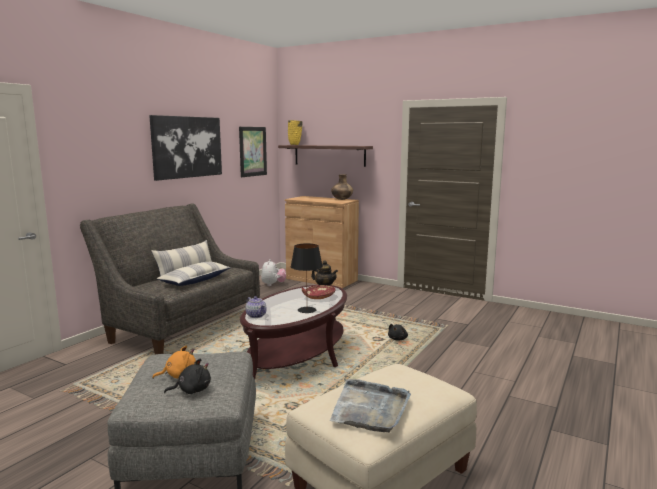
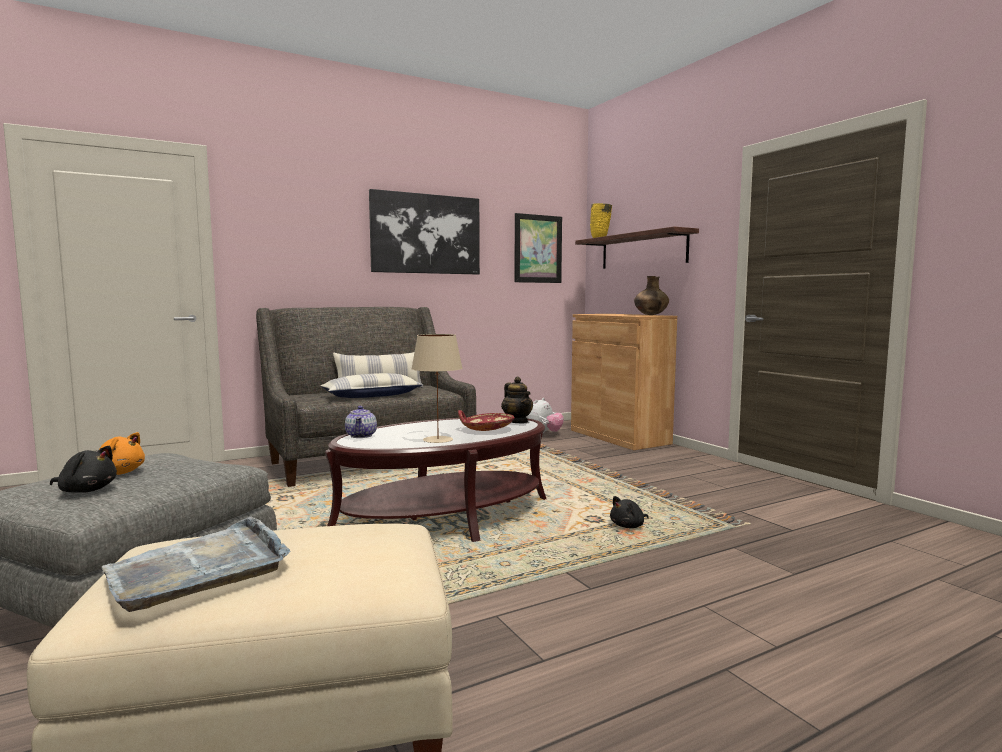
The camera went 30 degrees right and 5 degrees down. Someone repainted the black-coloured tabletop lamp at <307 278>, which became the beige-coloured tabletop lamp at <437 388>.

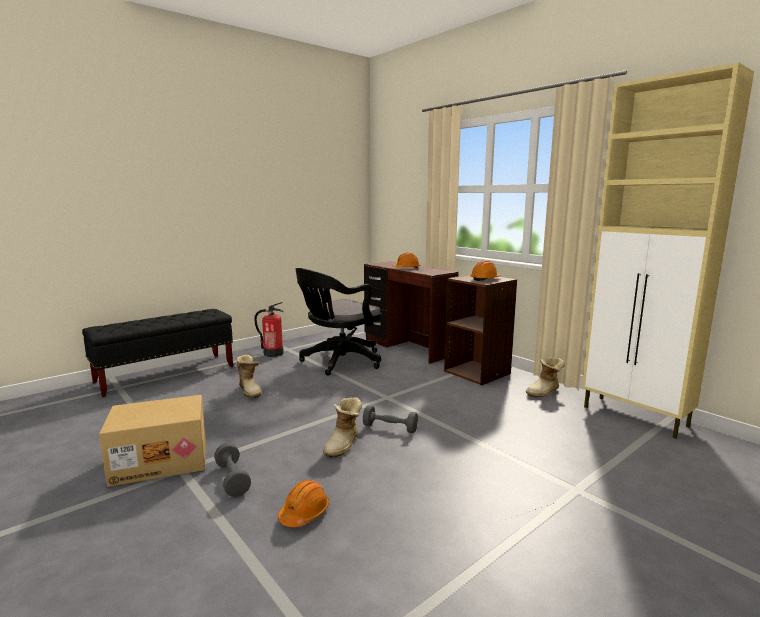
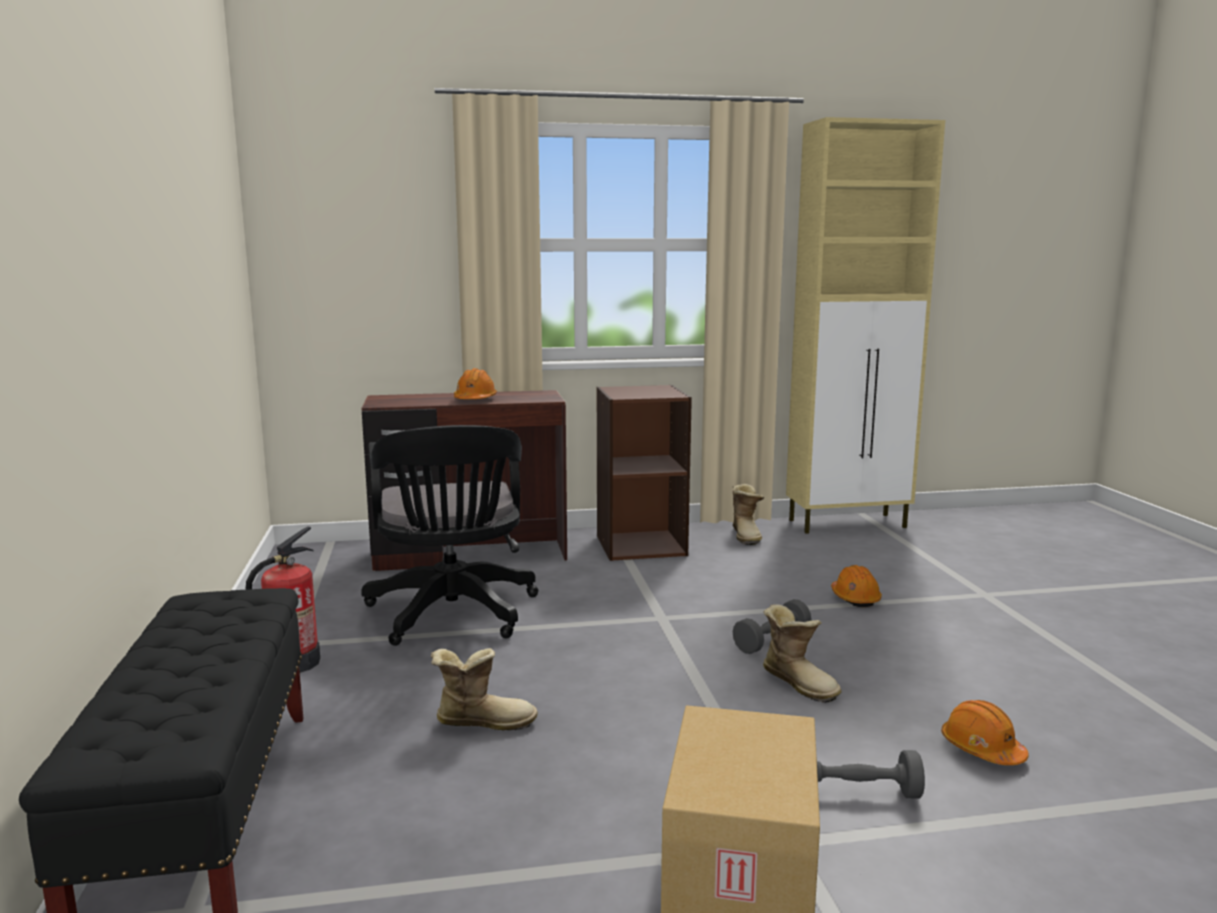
The camera went 60 degrees left and 0 degrees up. Someone carried the orangey work helmet from <485 271> to <856 586>.

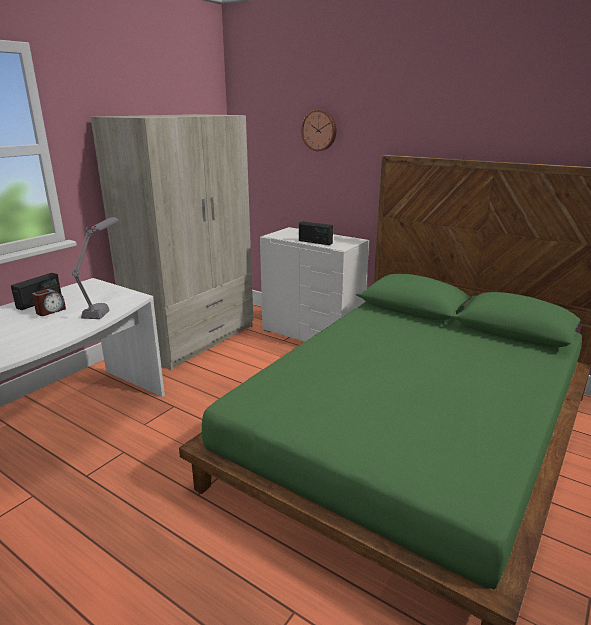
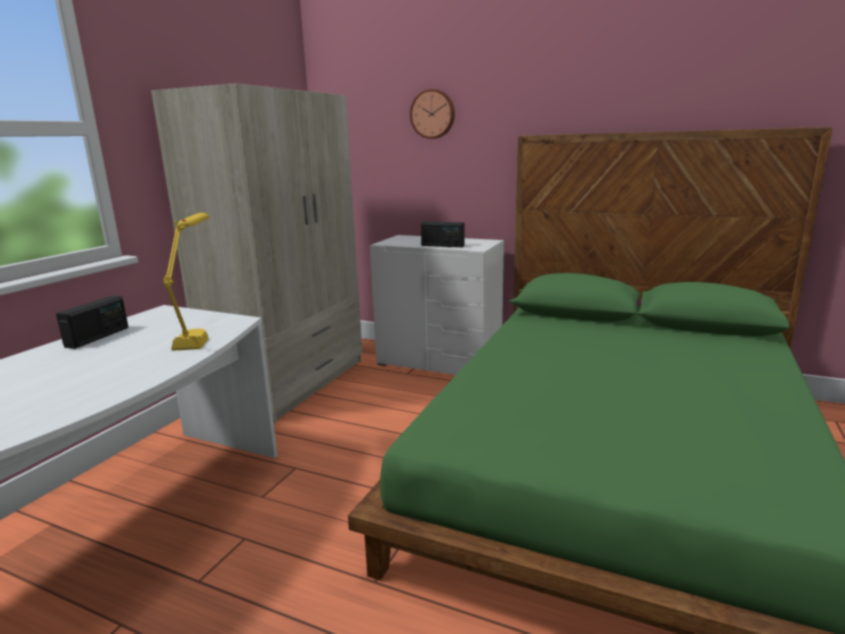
The camera went 10 degrees left and 5 degrees down. Someone took away the table clock at <49 302>. Someone repainted the greyish tabletop lamp at <95 268>, which became the yellow tabletop lamp at <187 282>.

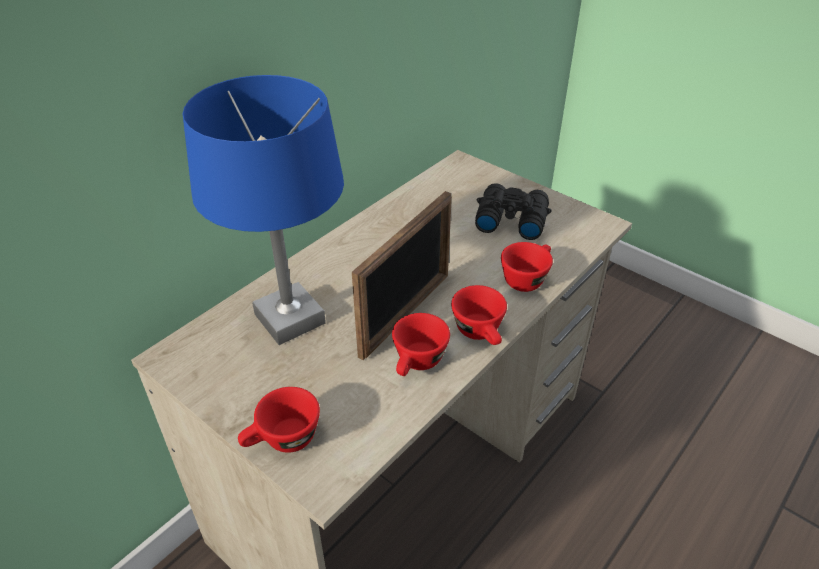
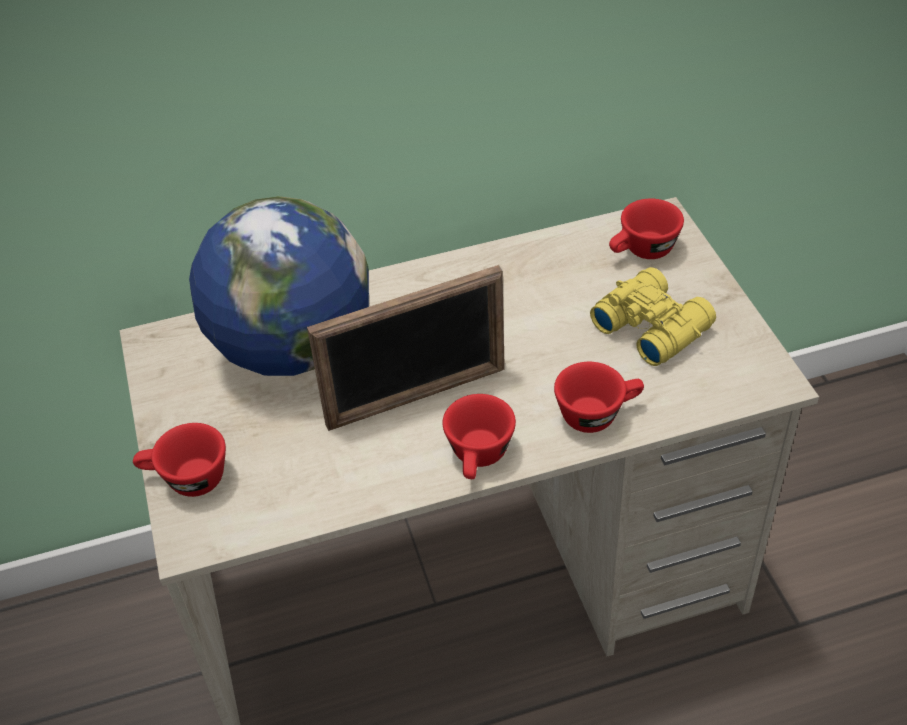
The camera went 35 degrees right and 5 degrees up. Someone swapped the bluish tabletop lamp at <263 210> for the globe at <279 286>. Someone carried the red drinking cup from <421 344> to <646 228>. Someone repainted the black-coloured field glasses at <513 211>, which became the yellow field glasses at <653 316>.

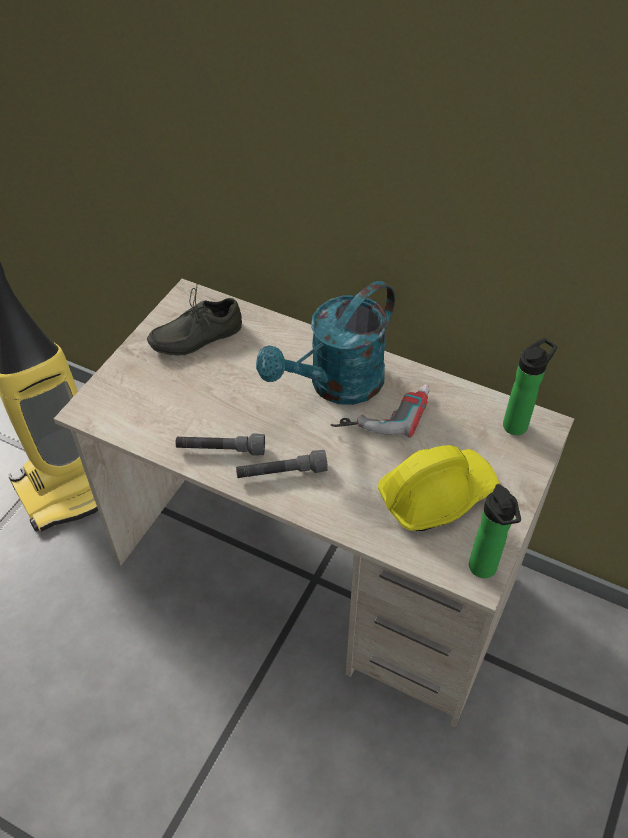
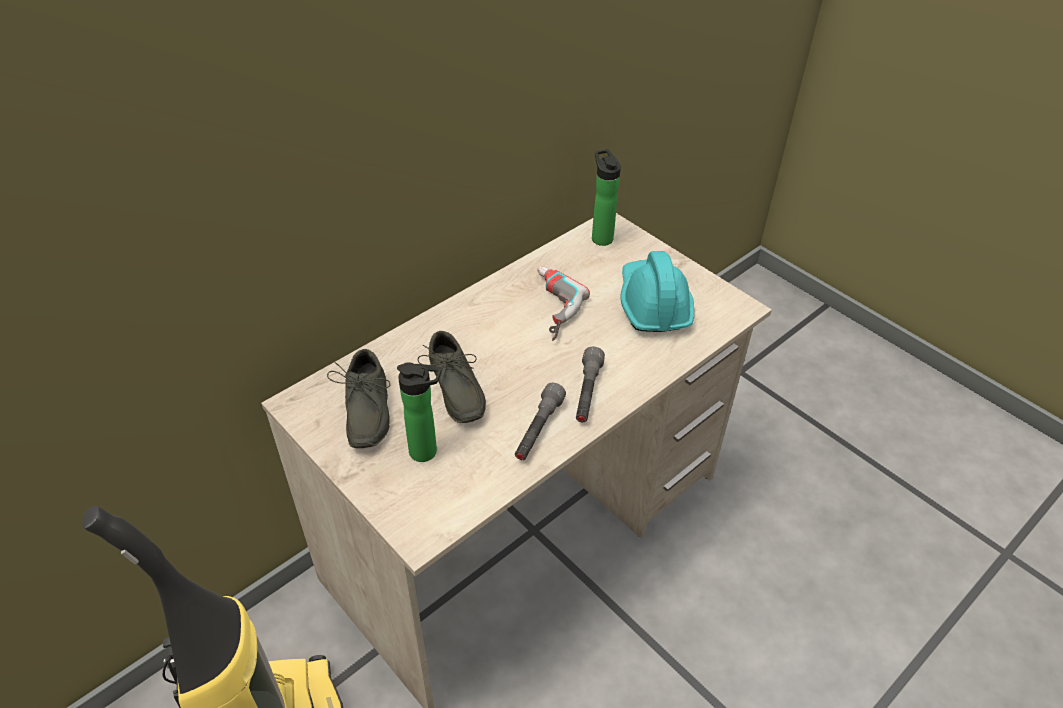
The camera went 70 degrees left and 5 degrees down. Someone took away the turquoise watering pot at <325 343>. Someone repainted the yellow work helmet at <439 488>, which became the turquoise work helmet at <657 291>. Someone carried the beverage bottle from <495 531> to <419 412>. Someone put down the greyish item of footwear at <452 377>.

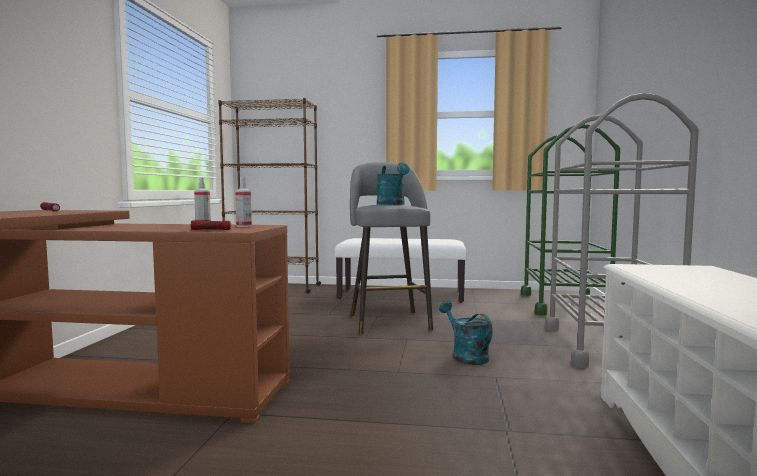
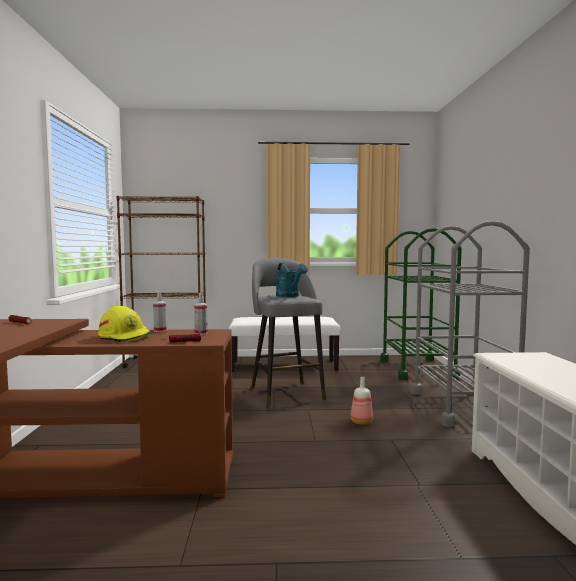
The camera went 10 degrees left and 0 degrees up. Someone swapped the turquoise watering pot at <466 333> for the beverage bottle at <361 401>. Someone put down the yellow work helmet at <124 324>.

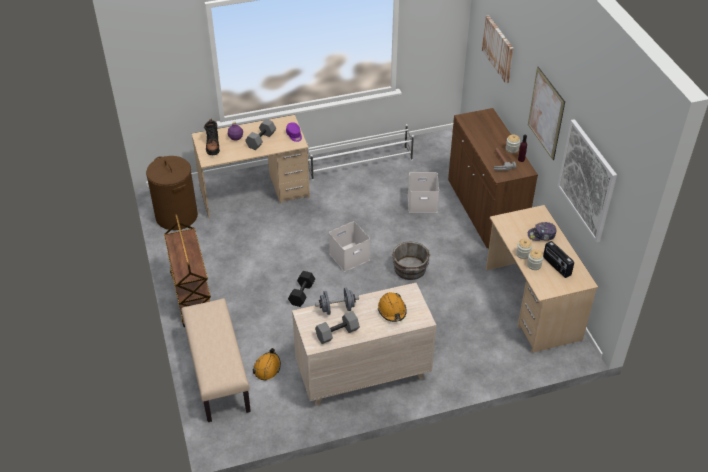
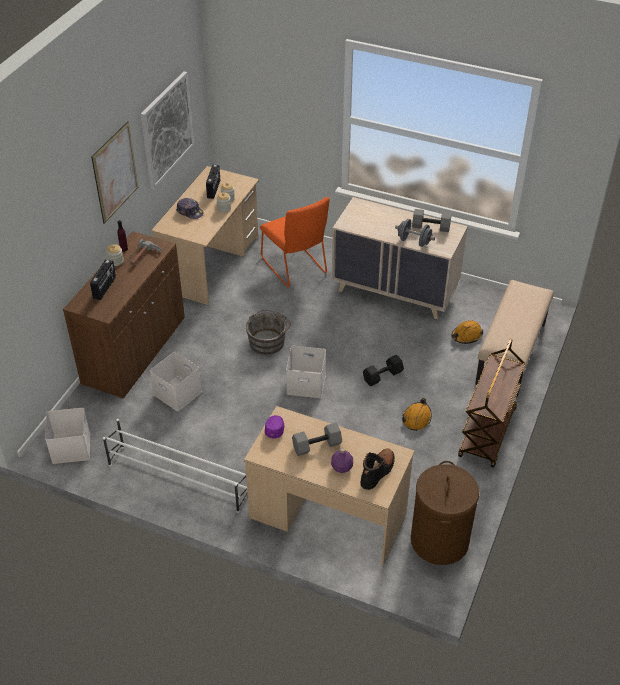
The camera went 140 degrees left and 0 degrees up. Someone carried the orangey work helmet from <392 307> to <417 414>. Someone took away the picture at <498 49>. Someone put down the white-coloured storage box at <67 436>. Someone put down the radio set at <103 279>. Someone put down the orangey upright chair at <295 242>.

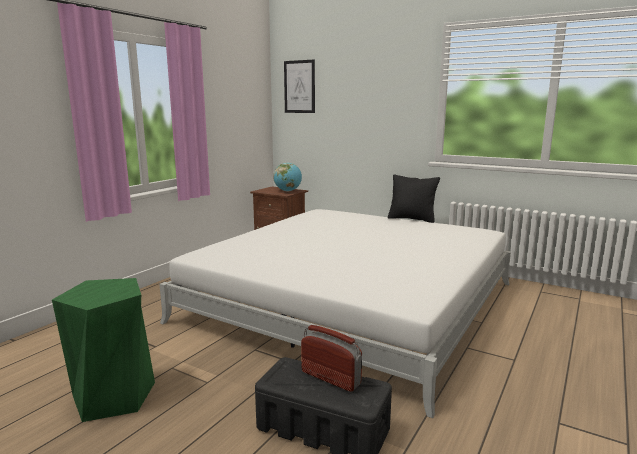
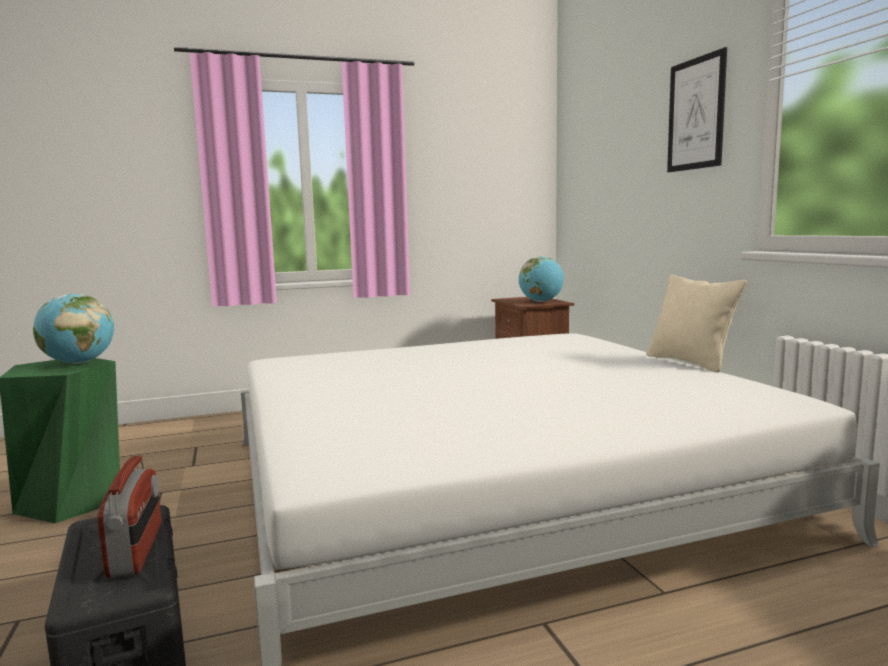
The camera went 40 degrees right and 5 degrees down. Someone carried the picture from <299 86> to <697 109>. Someone repainted the black-coloured pillow at <414 198>, which became the beige-coloured pillow at <697 323>. Someone put down the globe at <73 329>.

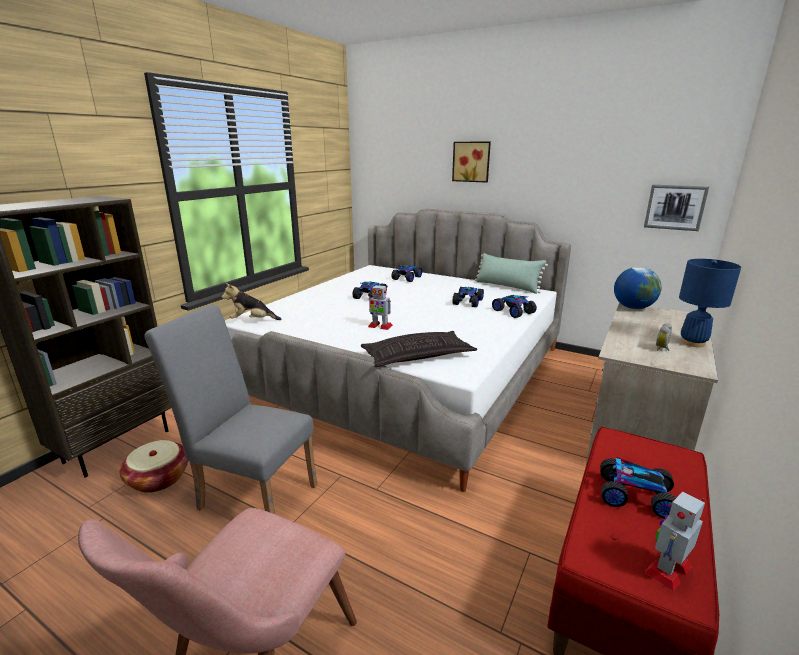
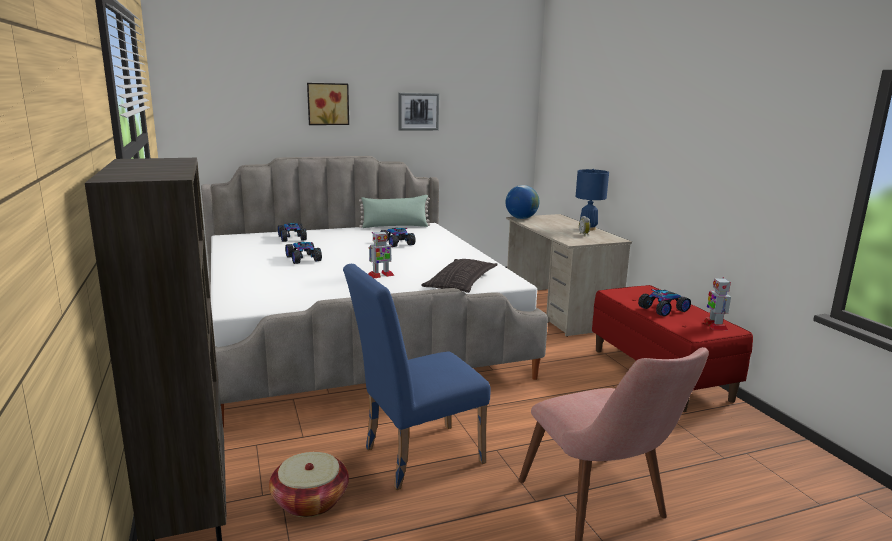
The camera went 50 degrees left and 5 degrees down. Someone repainted the greyish upright chair at <231 409>, which became the bluish upright chair at <416 377>. Someone took away the cuddly toy at <252 301>. Someone took away the miniature car at <514 306>. Someone carried the picture from <676 208> to <418 112>.

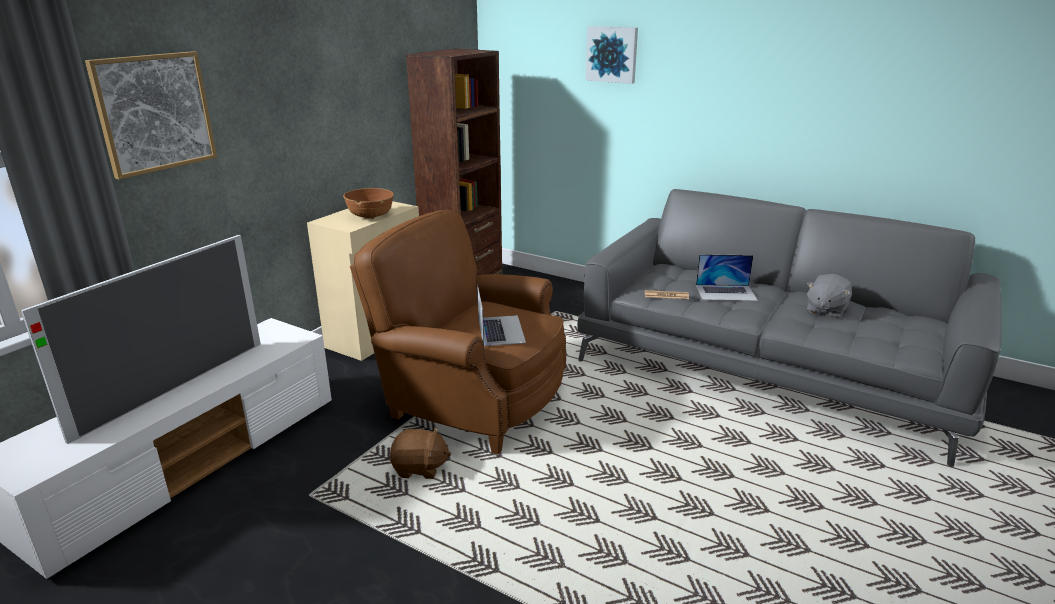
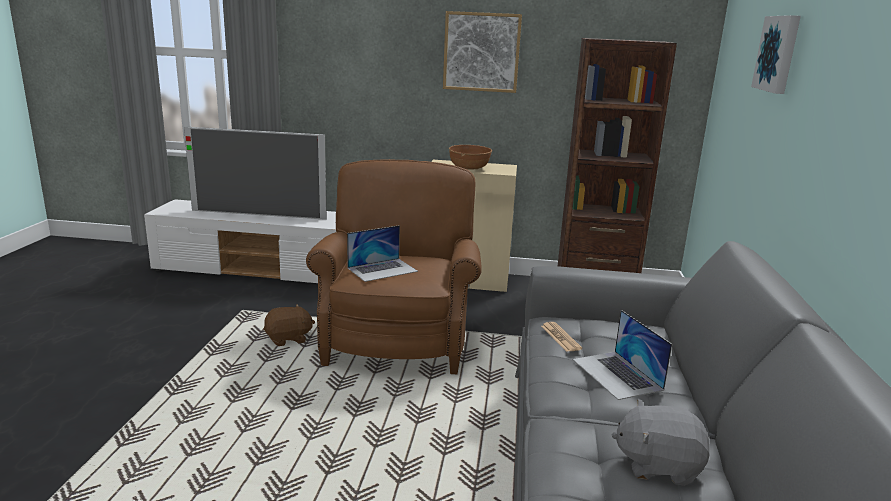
The camera went 65 degrees right and 5 degrees down. Someone carried the picture from <151 115> to <482 52>. Someone rotated the brownish cuddly toy at <420 453> by 90 degrees counterclockwise.

